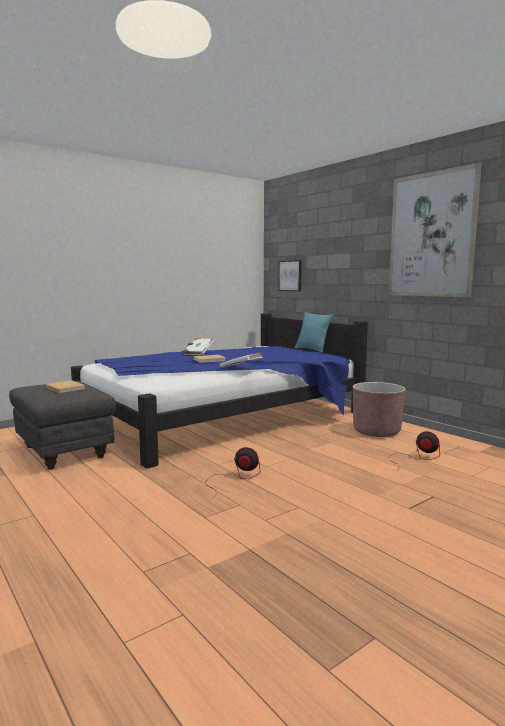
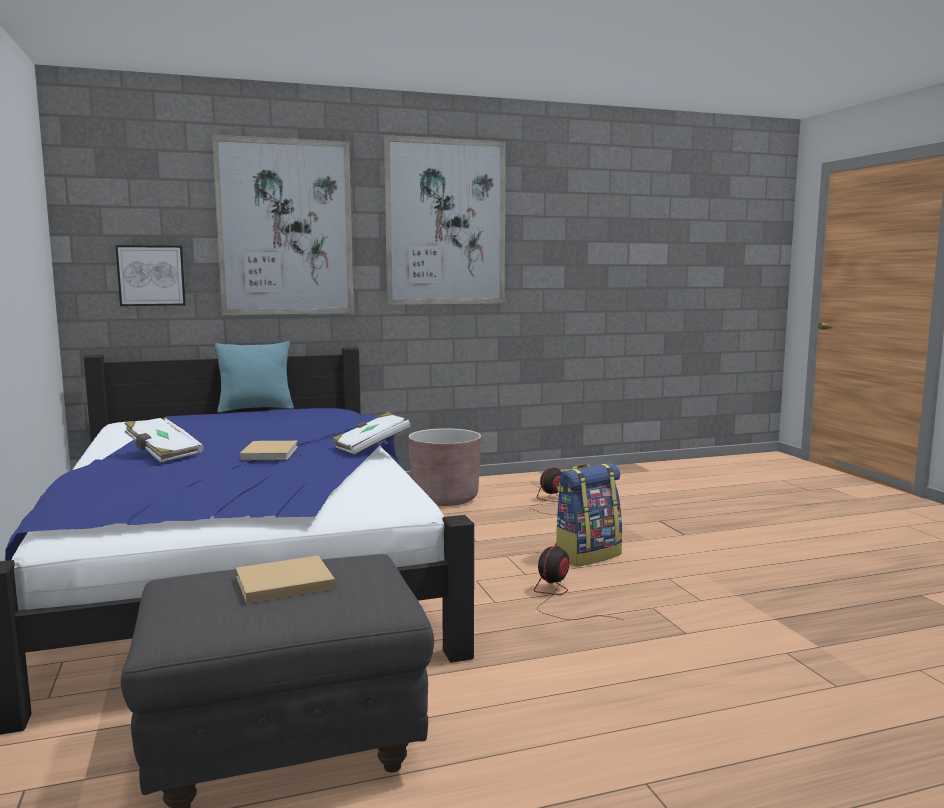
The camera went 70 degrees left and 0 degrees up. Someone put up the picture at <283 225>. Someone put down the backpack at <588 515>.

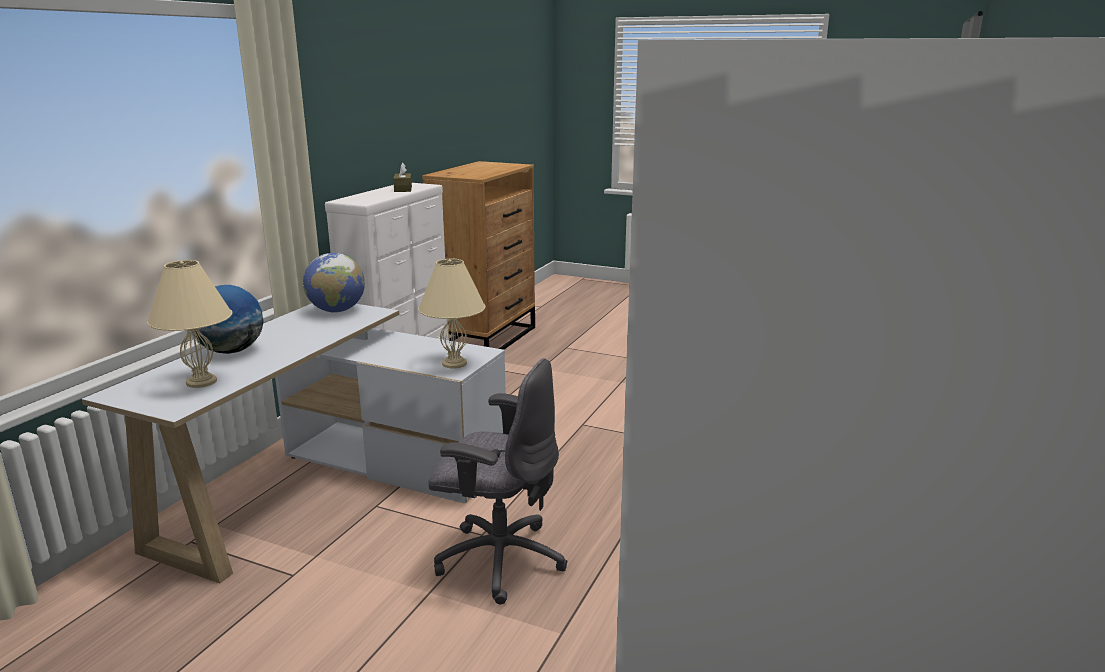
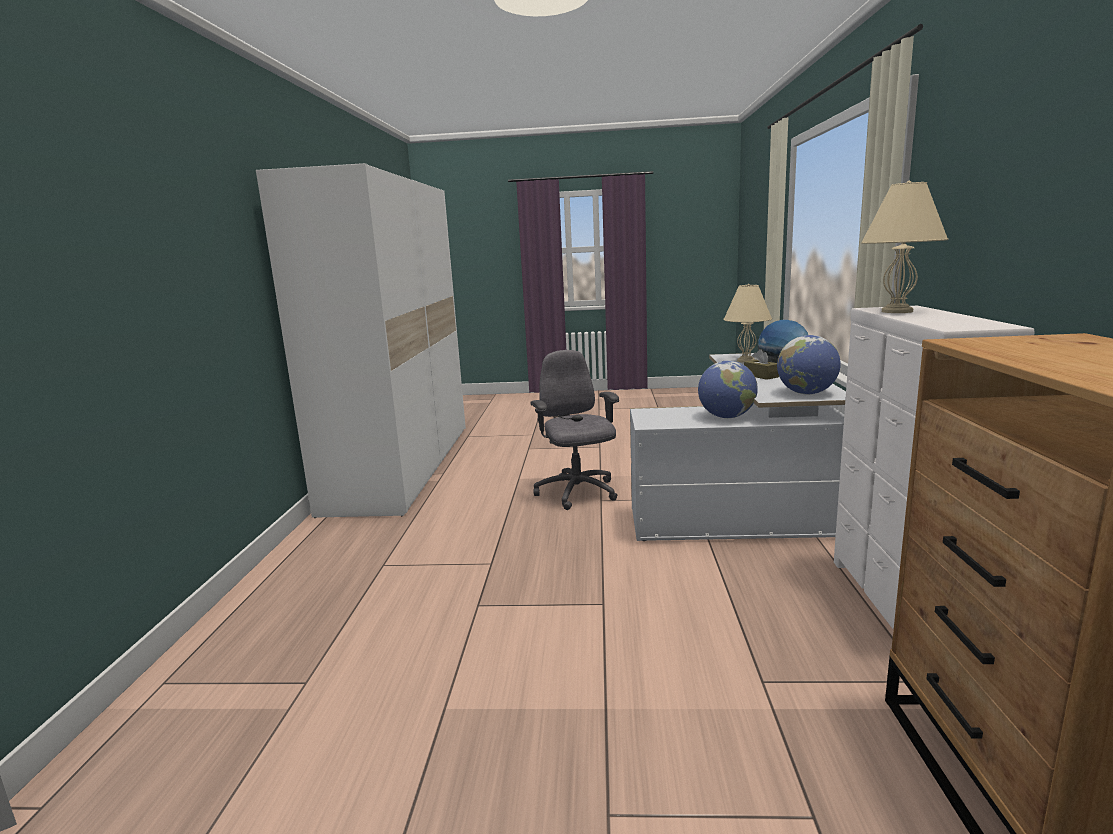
The camera went 160 degrees right and 5 degrees down. Someone carried the brownish tissue box from <402 177> to <761 365>. Someone carried the beige-coloured tabletop lamp from <451 314> to <905 247>. Someone rotated the greyish desk chair at <497 481> by 75 degrees clockwise. Someone put down the globe at <728 389>.

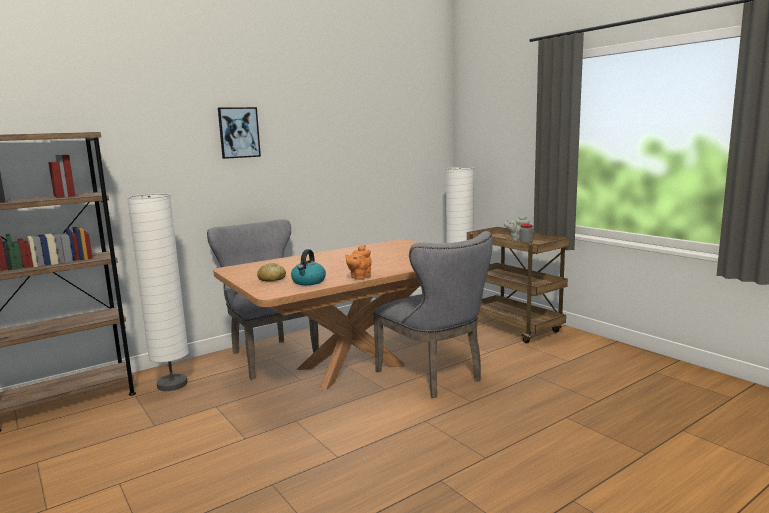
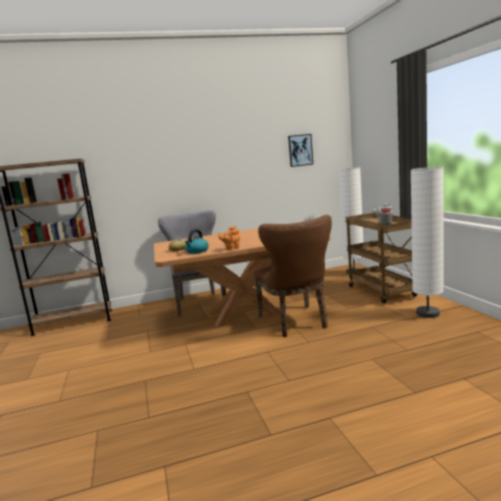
The camera went 20 degrees right and 0 degrees up. Someone carried the white-coloured standard lamp from <158 292> to <427 242>. Someone carried the picture from <239 133> to <300 150>. Someone repainted the greyish upright chair at <433 314>, which became the brownish upright chair at <293 276>.

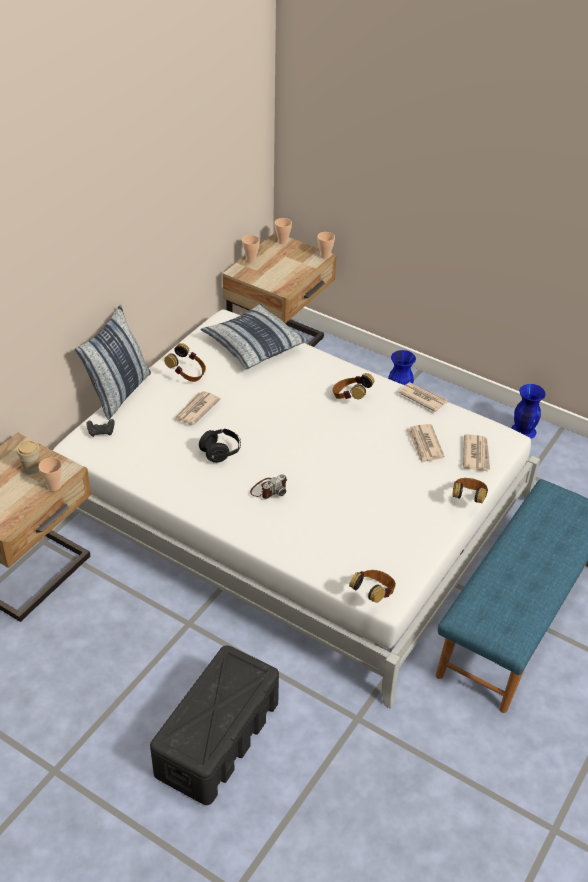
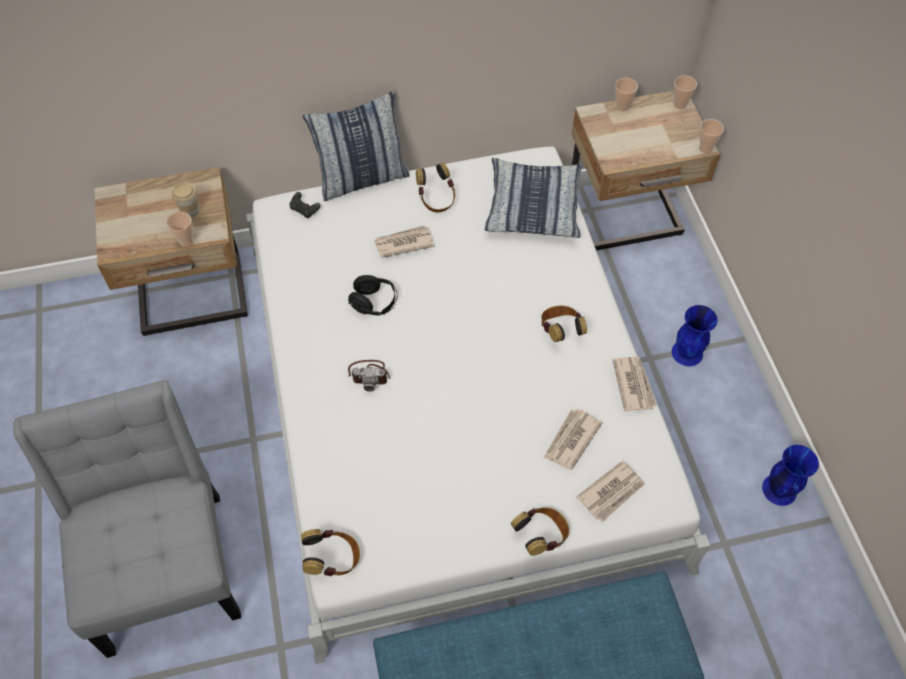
The camera went 45 degrees right and 15 degrees up. Someone swapped the black-coloured storage box at <214 725> for the greyish upright chair at <127 519>.

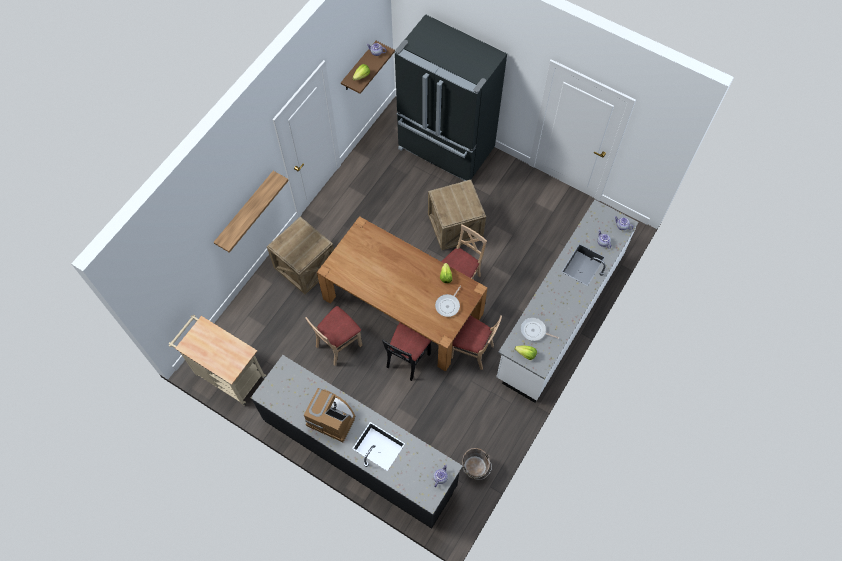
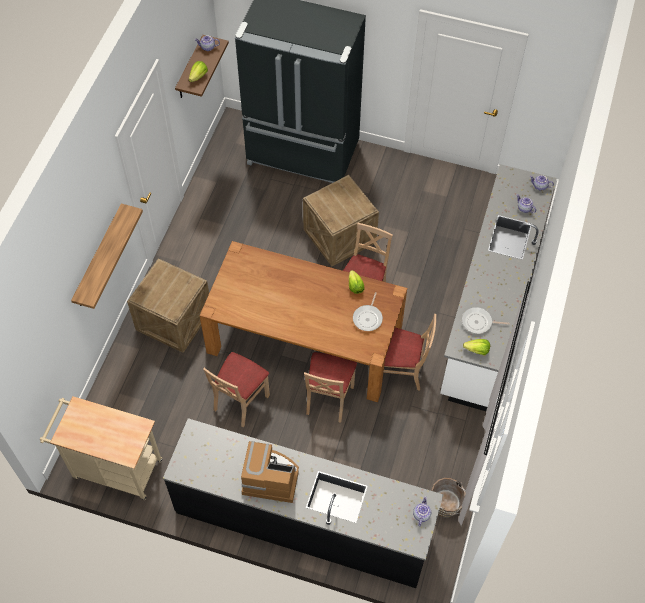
The camera went 15 degrees left and 5 degrees down. Someone repainted the black-coloured upright chair at <406 352>, which became the beige-coloured upright chair at <330 387>.

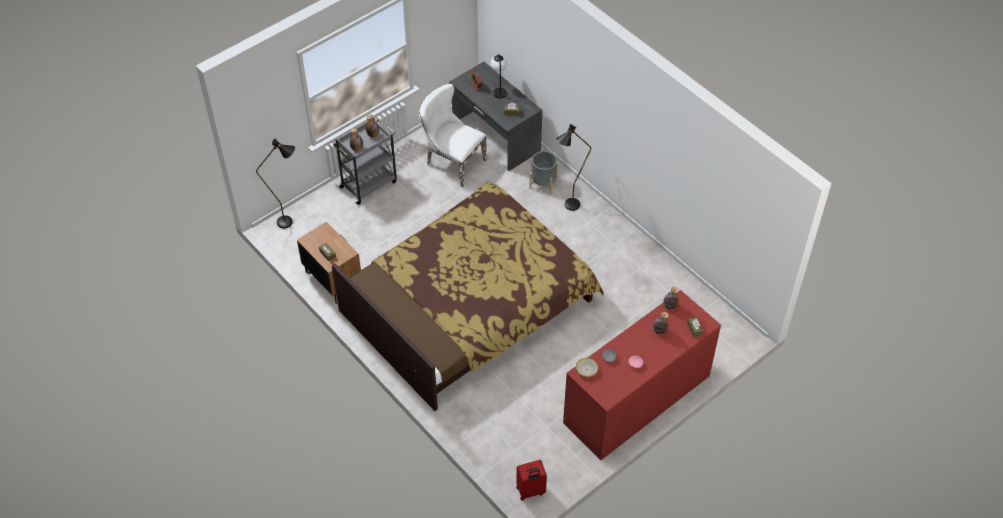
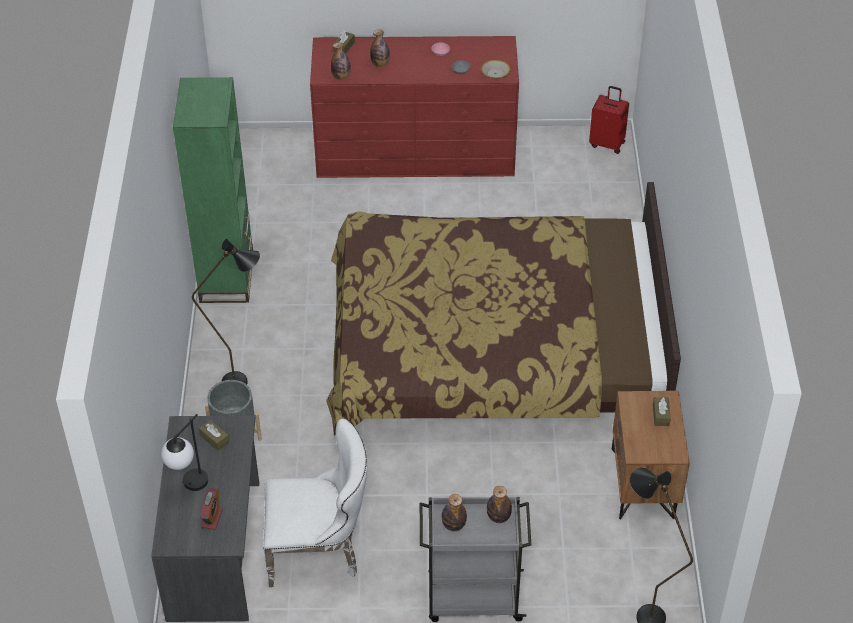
The camera went 140 degrees left and 5 degrees down. Someone rotated the white-coloured upright chair at <453 135> by 75 degrees counterclockwise. Someone put down the green-coloured bookcase at <213 190>.

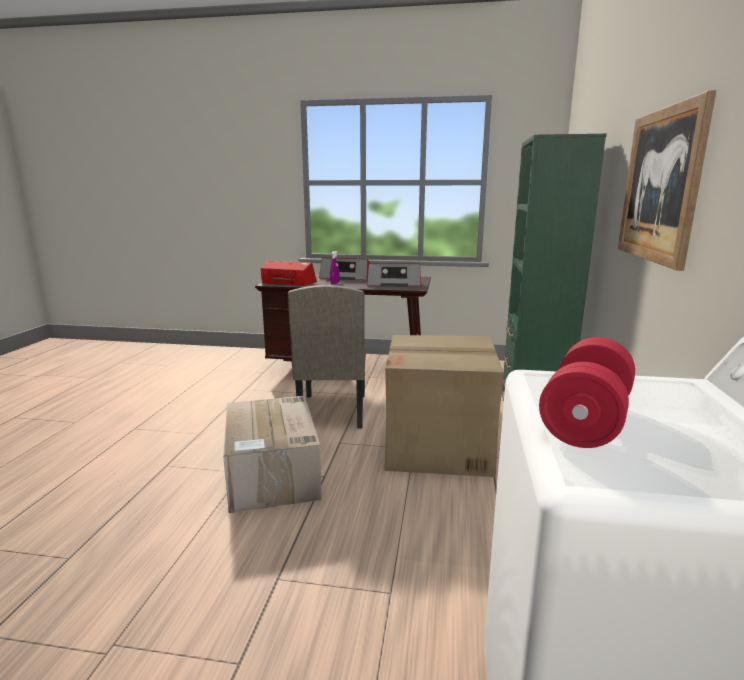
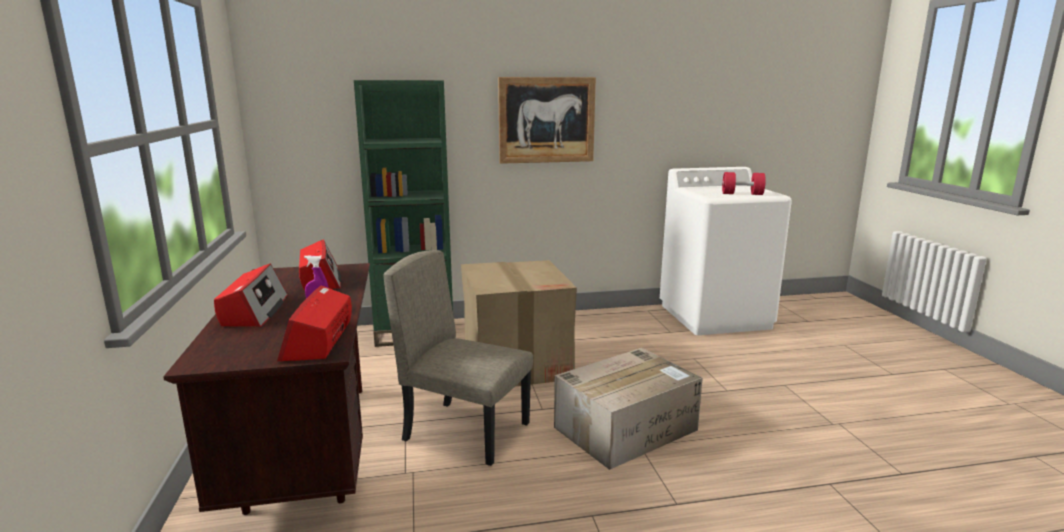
The camera went 110 degrees left and 0 degrees up. Someone rotated the beige-coloured upright chair at <327 356> by 135 degrees counterclockwise.

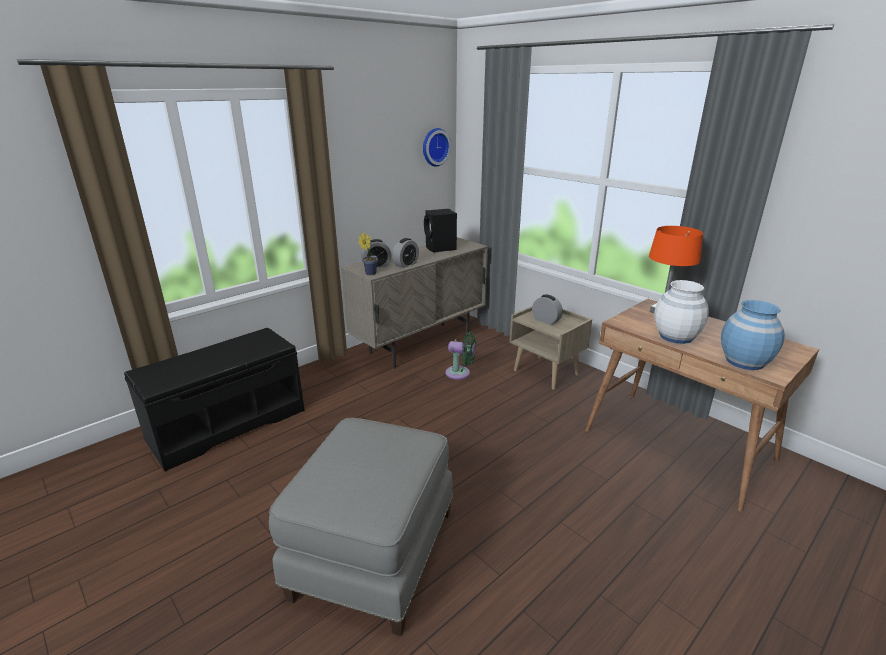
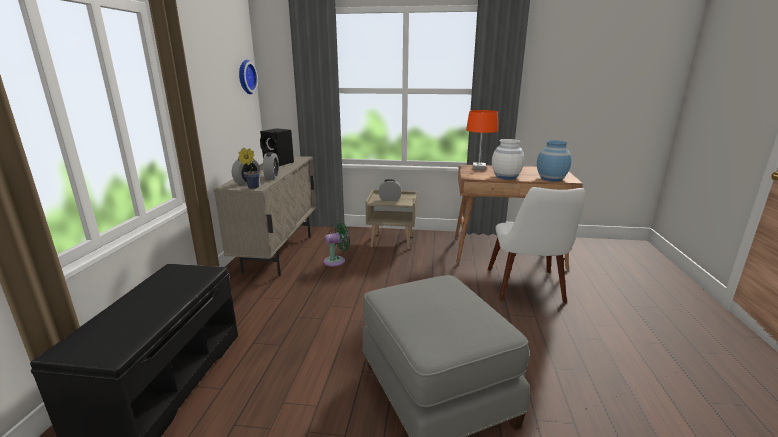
The camera went 40 degrees left and 5 degrees down. Someone put down the white-coloured upright chair at <536 245>.

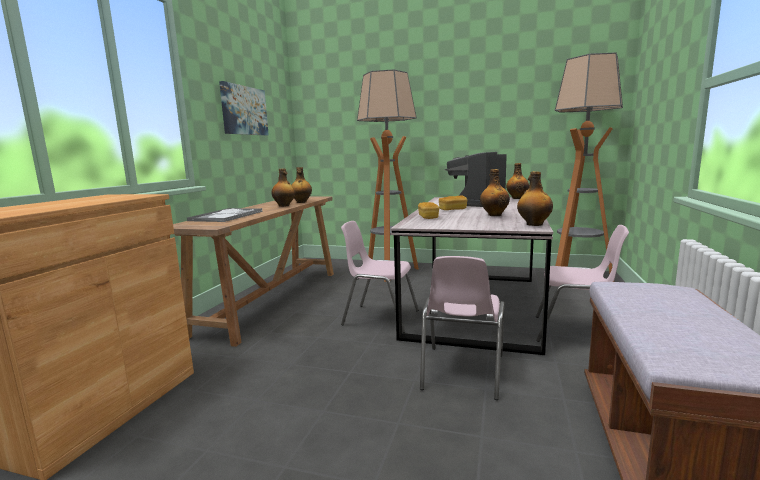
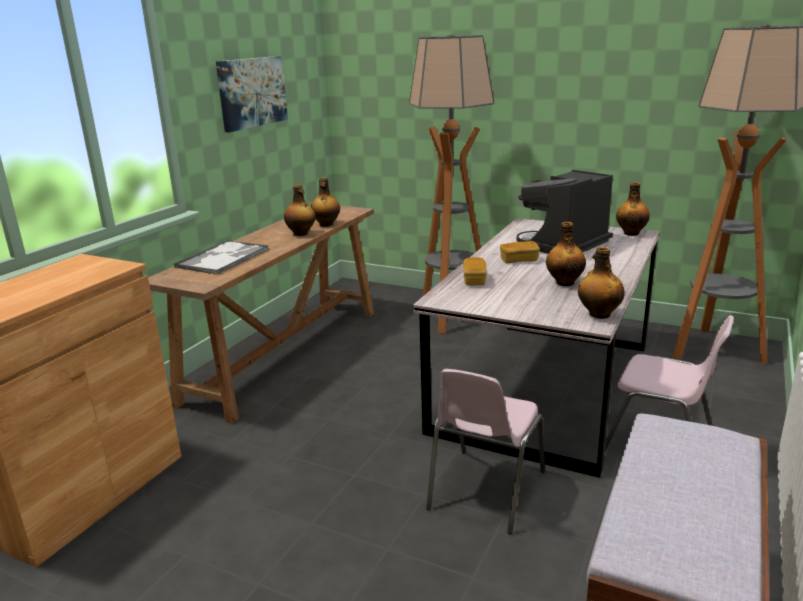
The camera went 10 degrees right and 10 degrees up. Someone took away the pink upright chair at <380 277>.

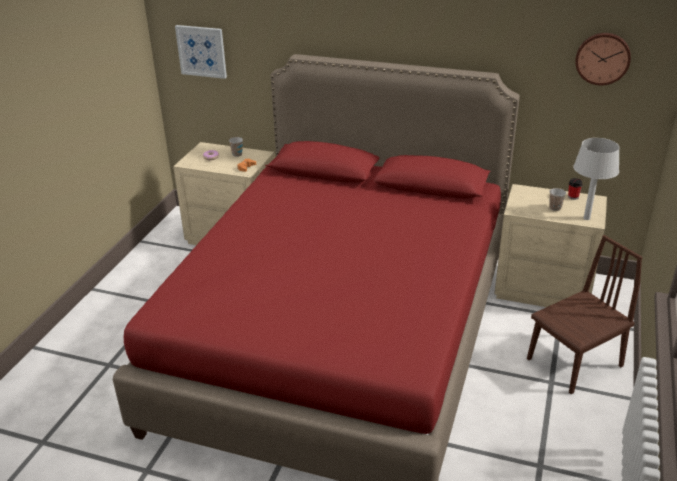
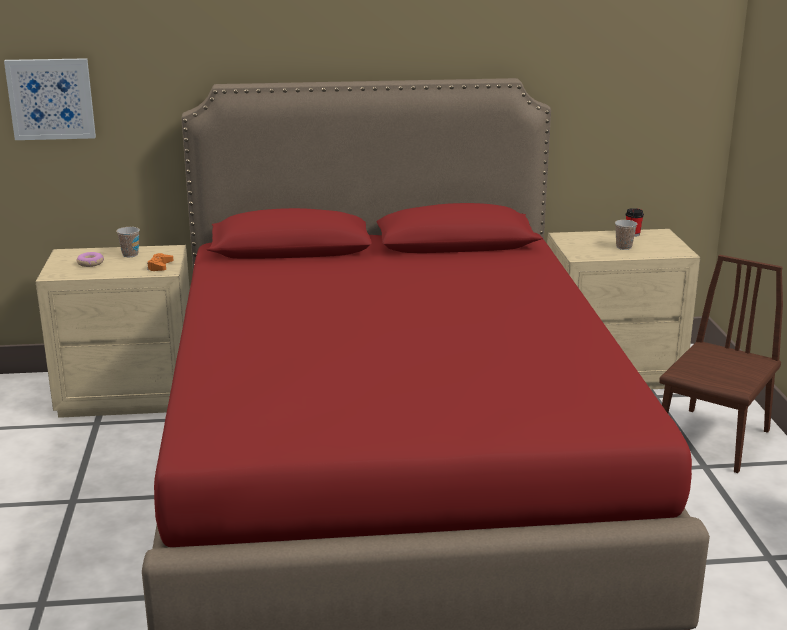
The camera went 25 degrees left and 10 degrees down. Someone took away the greyish tabletop lamp at <596 179>. Someone took away the clock on the wall at <603 59>.

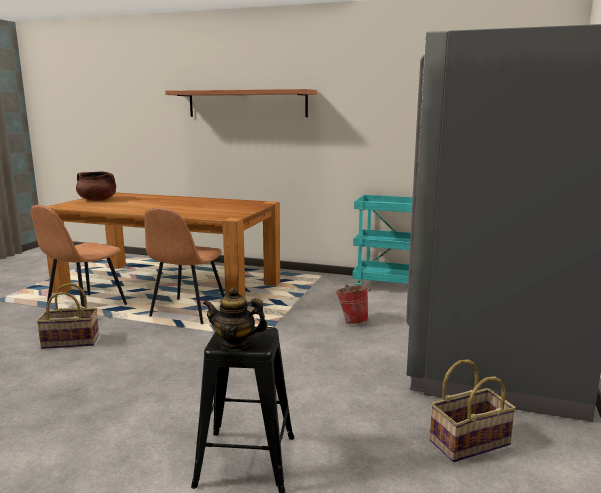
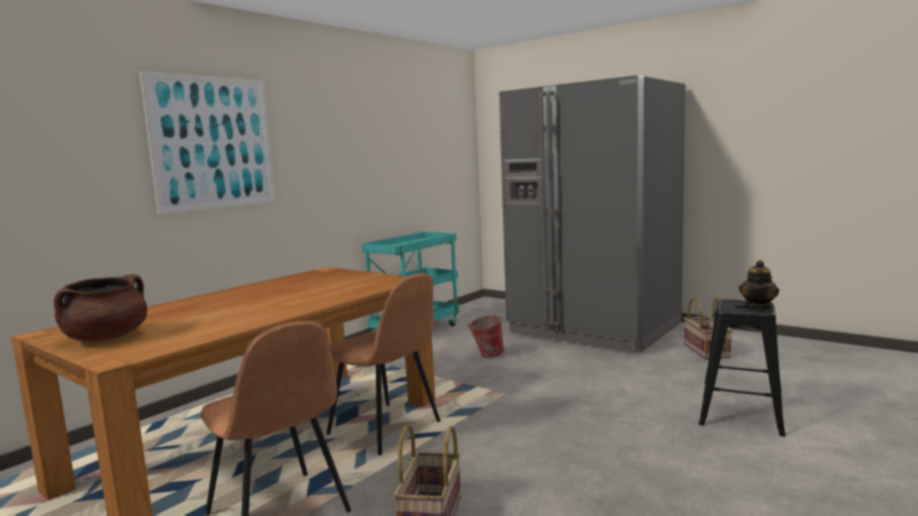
The camera went 70 degrees left and 5 degrees down. Someone swapped the shelf at <241 103> for the picture at <207 142>.

